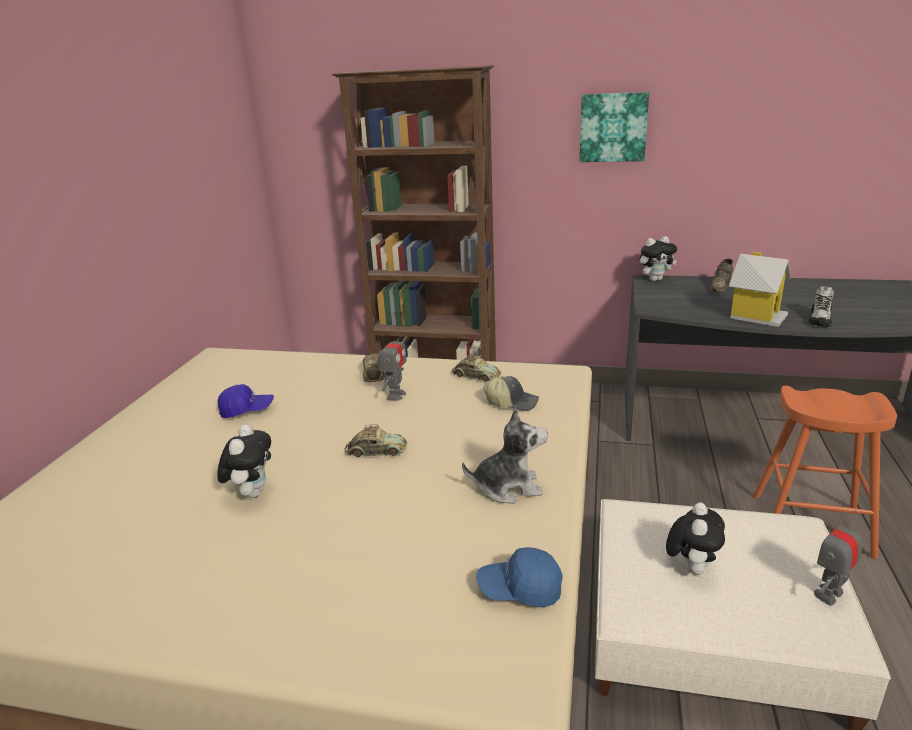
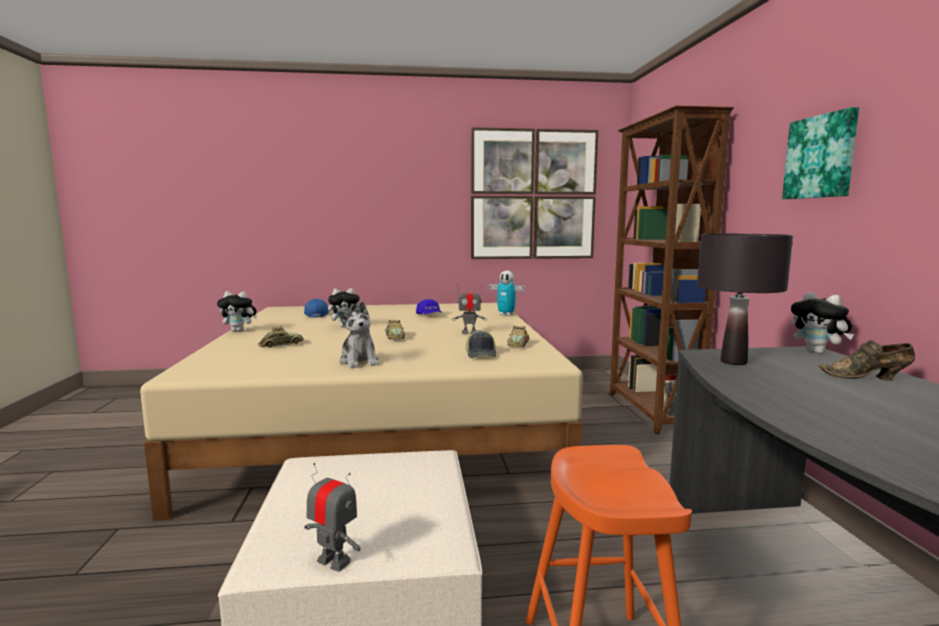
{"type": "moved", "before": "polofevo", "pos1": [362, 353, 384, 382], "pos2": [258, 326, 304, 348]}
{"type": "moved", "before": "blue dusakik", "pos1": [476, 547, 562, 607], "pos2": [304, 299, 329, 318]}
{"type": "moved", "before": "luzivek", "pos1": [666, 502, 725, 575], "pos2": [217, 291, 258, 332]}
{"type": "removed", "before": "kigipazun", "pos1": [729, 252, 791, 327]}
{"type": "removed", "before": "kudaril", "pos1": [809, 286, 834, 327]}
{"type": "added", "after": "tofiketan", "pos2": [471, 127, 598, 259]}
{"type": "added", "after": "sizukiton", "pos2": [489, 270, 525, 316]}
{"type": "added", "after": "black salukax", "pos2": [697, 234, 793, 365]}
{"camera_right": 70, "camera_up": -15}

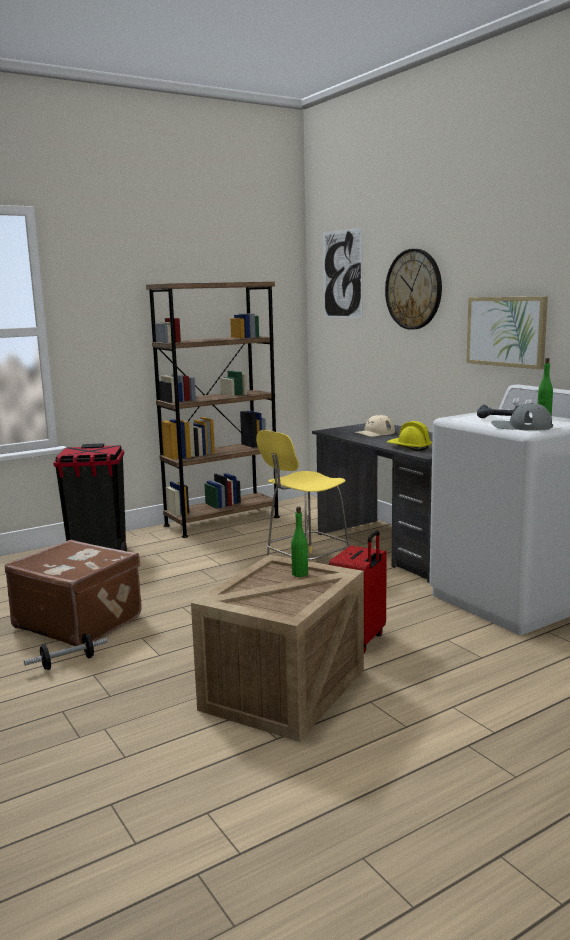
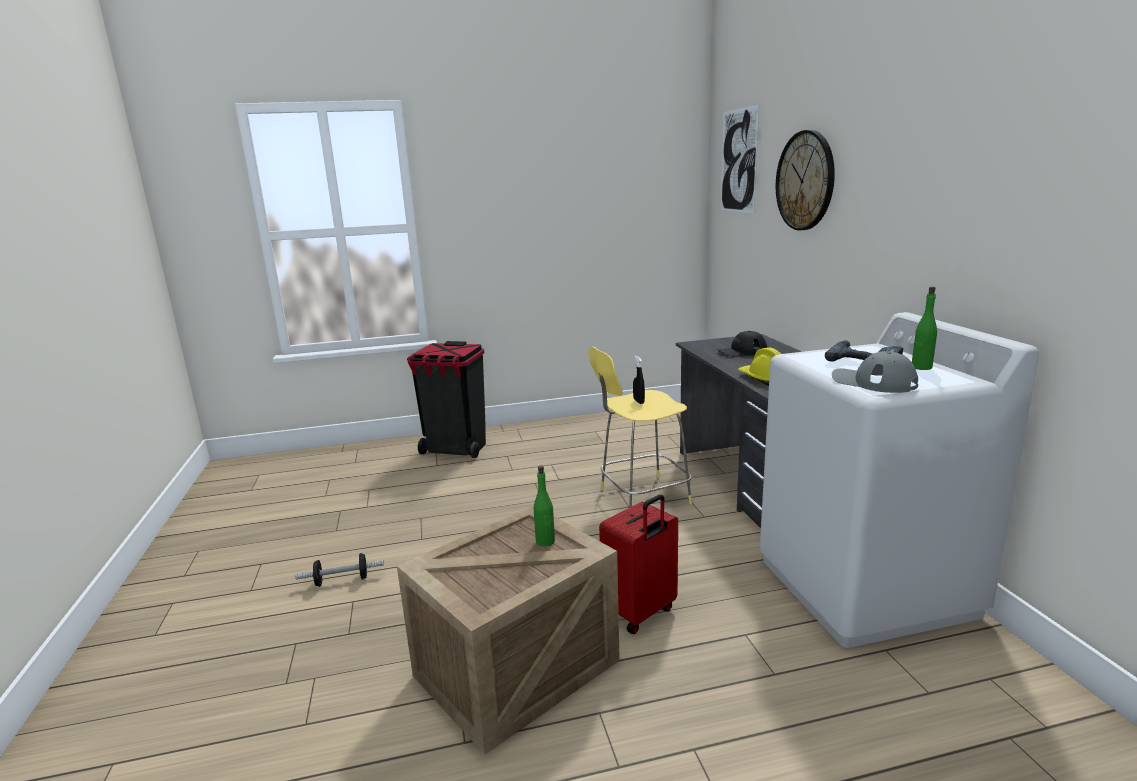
{"type": "removed", "before": "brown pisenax", "pos1": [5, 540, 141, 646]}
{"type": "removed", "before": "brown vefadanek", "pos1": [146, 282, 280, 538]}
{"type": "recoloured", "before": "beige dusakik", "after": "black dusakik", "pos1": [354, 415, 395, 437], "pos2": [717, 331, 767, 357]}
{"type": "removed", "before": "tofiketan", "pos1": [466, 296, 548, 369]}
{"type": "added", "after": "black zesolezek", "pos2": [633, 356, 645, 404]}
{"camera_right": 20, "camera_up": 5}

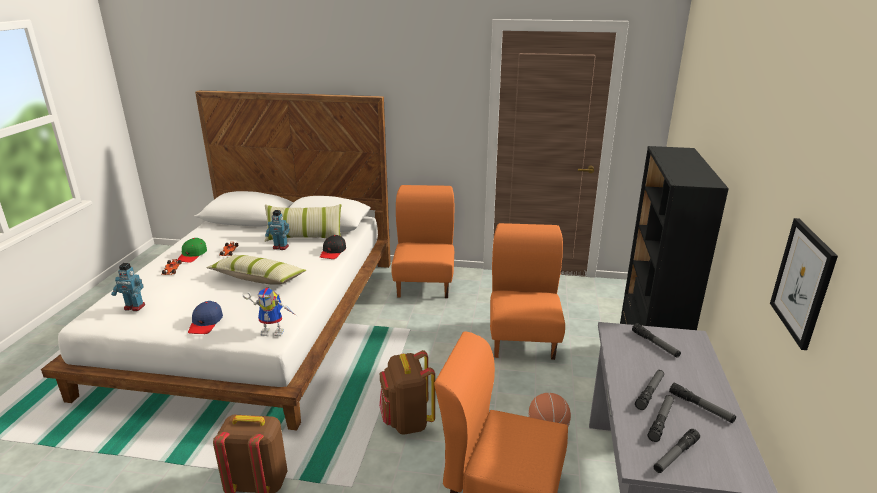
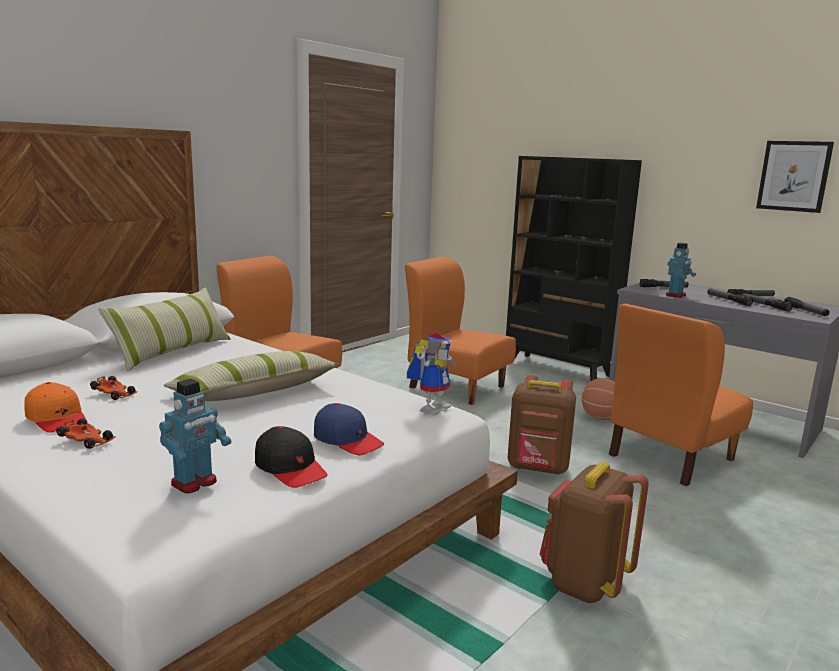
{"type": "recoloured", "before": "green dusakik", "after": "orange dusakik", "pos1": [177, 238, 207, 263], "pos2": [24, 382, 86, 433]}
{"type": "moved", "before": "sizukiton", "pos1": [265, 210, 290, 250], "pos2": [666, 242, 696, 298]}
{"type": "moved", "before": "black dusakik", "pos1": [320, 235, 346, 259], "pos2": [255, 426, 328, 488]}
{"camera_right": -60, "camera_up": -10}

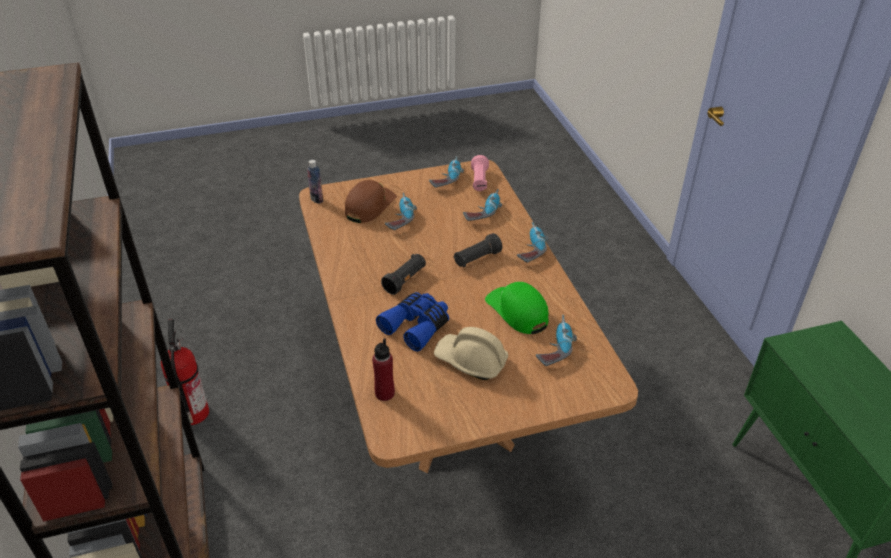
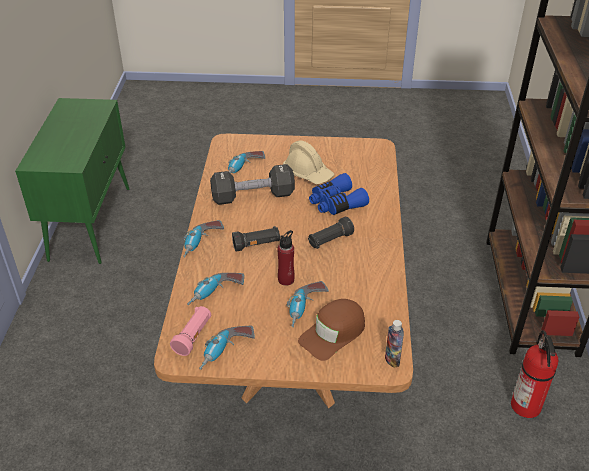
{"type": "moved", "before": "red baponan", "pos1": [372, 338, 395, 401], "pos2": [277, 230, 294, 286]}
{"type": "replaced", "before": "green dusakik", "after": "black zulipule", "pos1": [485, 282, 548, 334], "pos2": [210, 164, 295, 205]}
{"camera_right": -160, "camera_up": 0}

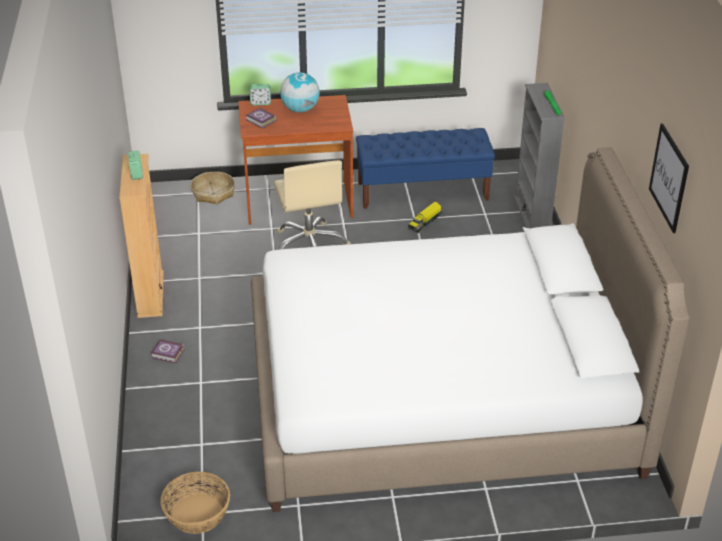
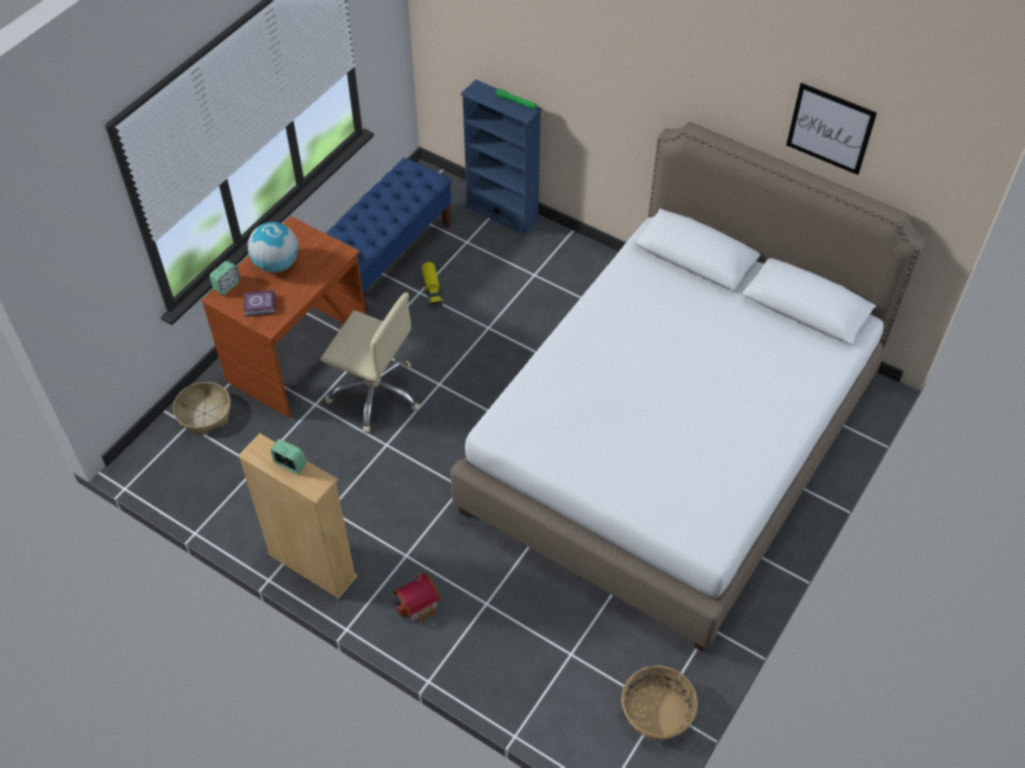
{"type": "replaced", "before": "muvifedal", "after": "kigipazun", "pos1": [151, 339, 185, 363], "pos2": [393, 573, 441, 625]}
{"type": "recoloured", "before": "grey vefadanek", "after": "blue vefadanek", "pos1": [514, 83, 565, 228], "pos2": [461, 79, 542, 235]}
{"camera_right": -50, "camera_up": 15}

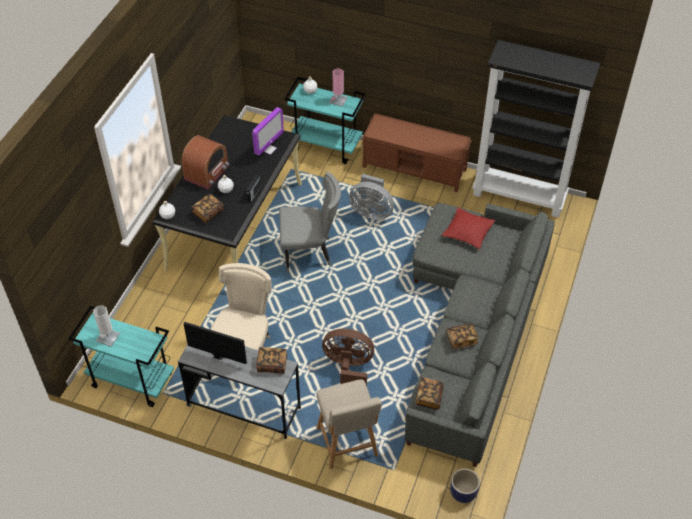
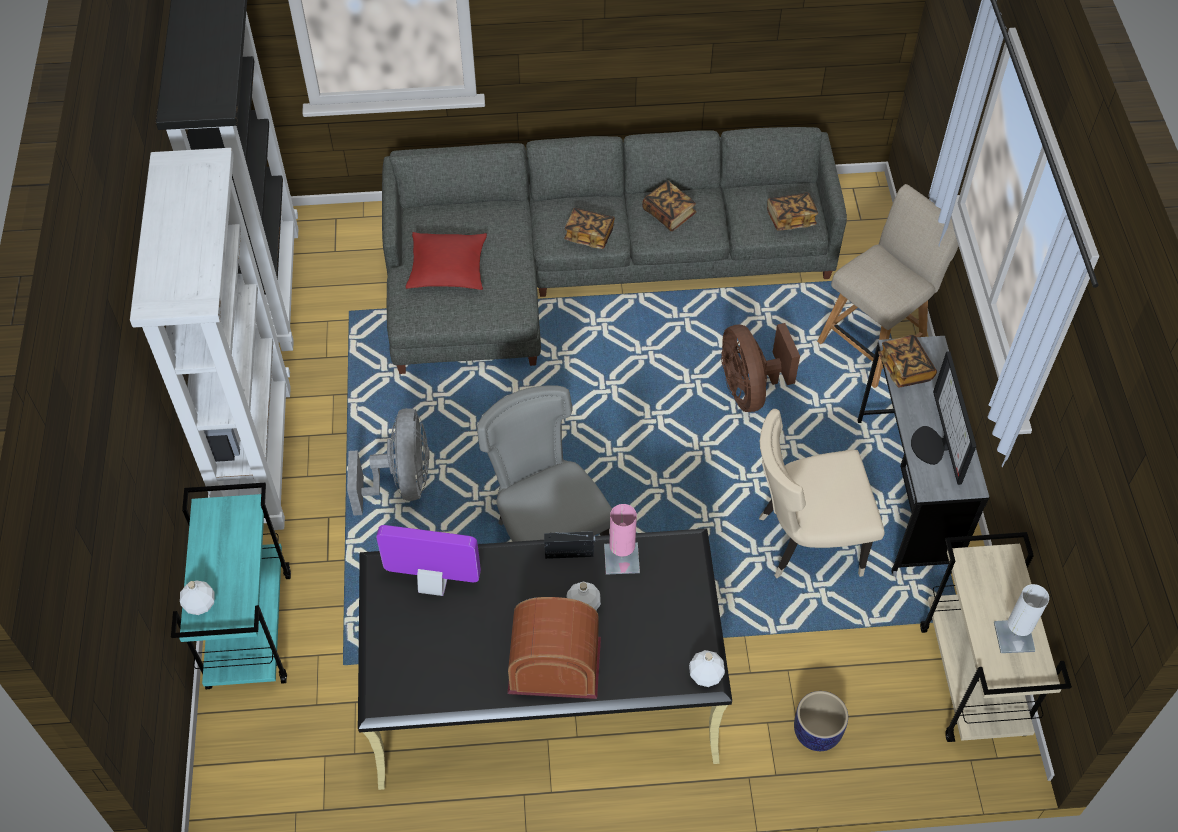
{"type": "recoloured", "before": "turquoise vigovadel", "after": "beige vigovadel", "pos1": [68, 306, 174, 407], "pos2": [920, 532, 1072, 742]}
{"type": "moved", "before": "muvifedal", "pos1": [192, 194, 224, 223], "pos2": [564, 208, 615, 249]}
{"type": "moved", "before": "pink salukax", "pos1": [329, 69, 348, 106], "pos2": [604, 504, 640, 575]}
{"type": "replaced", "before": "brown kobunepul", "after": "white vefadanek", "pos1": [362, 113, 472, 192], "pos2": [130, 148, 291, 530]}
{"type": "moved", "before": "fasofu", "pos1": [450, 469, 480, 503], "pos2": [794, 691, 848, 751]}
{"camera_right": -115, "camera_up": 5}

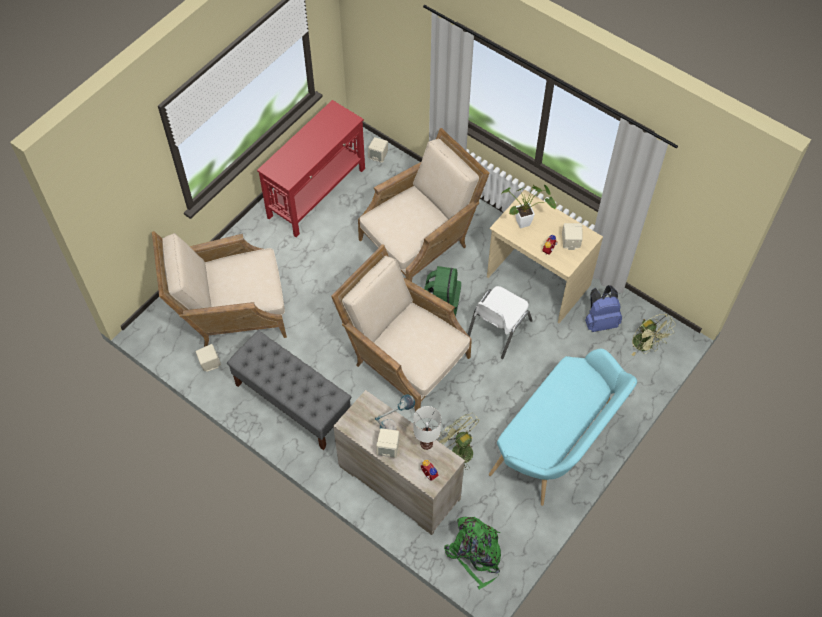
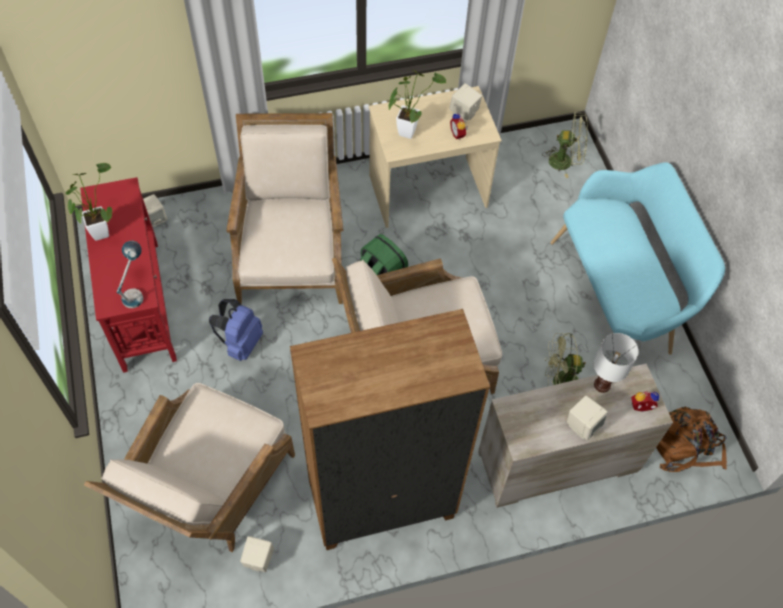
{"type": "replaced", "before": "grey kobunepul", "after": "brown vefadanek", "pos1": [227, 330, 351, 450], "pos2": [290, 309, 490, 550]}
{"type": "moved", "before": "salukax", "pos1": [375, 395, 415, 430], "pos2": [117, 241, 143, 308]}
{"type": "recoloured", "before": "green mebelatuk", "after": "brown mebelatuk", "pos1": [444, 517, 501, 590], "pos2": [656, 406, 727, 472]}
{"type": "removed", "before": "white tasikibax", "pos1": [468, 286, 533, 359]}
{"type": "moved", "before": "blue mebelatuk", "pos1": [585, 285, 622, 332], "pos2": [209, 299, 263, 361]}
{"type": "added", "after": "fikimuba", "pos2": [66, 163, 112, 241]}
{"camera_right": -55, "camera_up": 0}

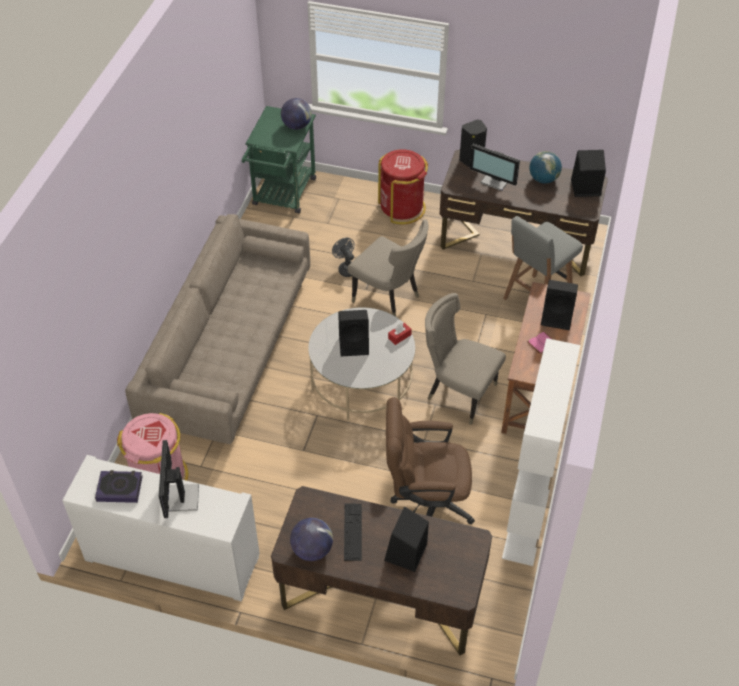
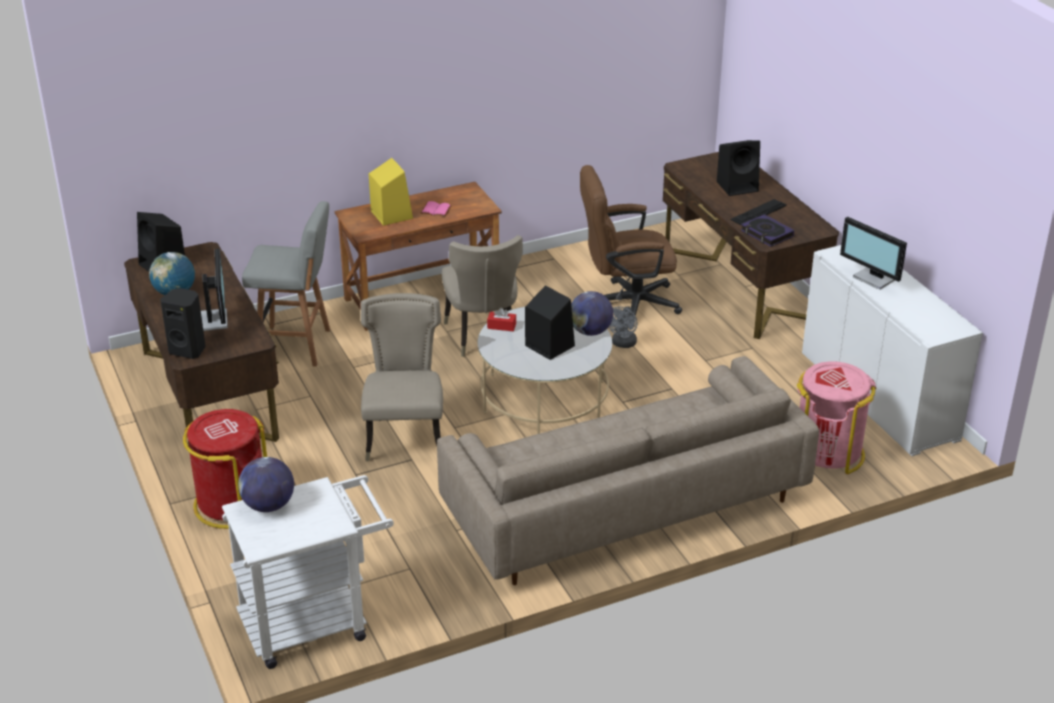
{"type": "moved", "before": "muvifedal", "pos1": [95, 470, 143, 503], "pos2": [741, 214, 794, 247]}
{"type": "turned", "before": "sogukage", "pos1": [158, 440, 199, 518], "pos2": [840, 217, 907, 290], "turn": 90}
{"type": "recoloured", "before": "green vigovadel", "after": "white vigovadel", "pos1": [242, 106, 316, 214], "pos2": [222, 475, 394, 669]}
{"type": "moved", "before": "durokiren", "pos1": [290, 518, 333, 561], "pos2": [571, 291, 613, 336]}
{"type": "moved", "before": "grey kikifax", "pos1": [332, 238, 355, 277], "pos2": [608, 306, 637, 348]}
{"type": "turned", "before": "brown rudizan", "pos1": [386, 397, 475, 525], "pos2": [580, 165, 682, 320], "turn": 120}
{"type": "removed", "before": "white vefadanek", "pos1": [502, 338, 580, 566]}
{"type": "recoloured", "before": "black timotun", "after": "yellow timotun", "pos1": [541, 280, 578, 330], "pos2": [369, 158, 413, 226]}
{"camera_right": -130, "camera_up": -15}

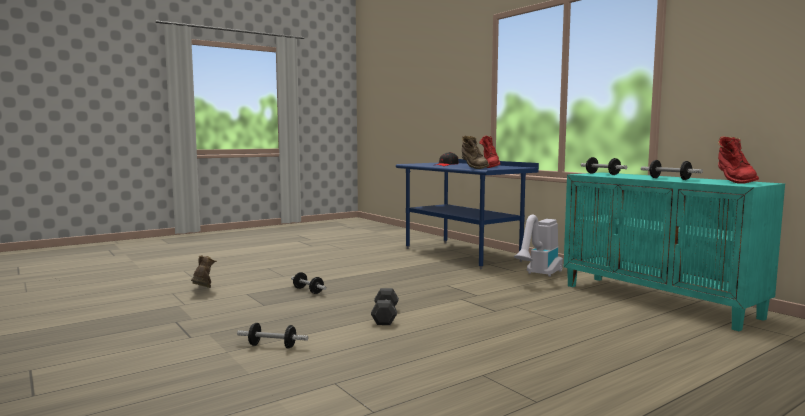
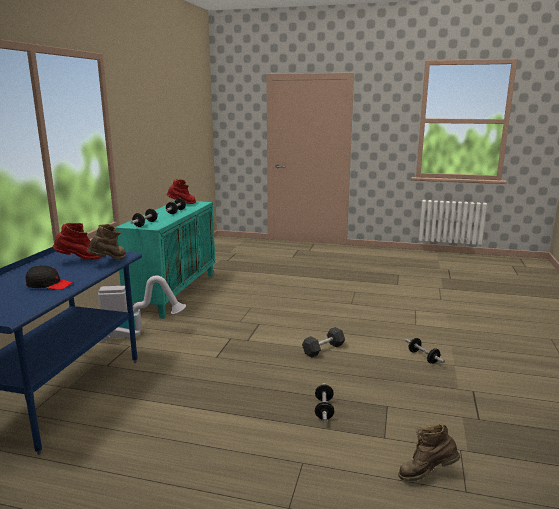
{"type": "turned", "before": "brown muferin", "pos1": [191, 255, 217, 288], "pos2": [398, 423, 460, 481], "turn": 45}
{"camera_right": -130, "camera_up": 10}

